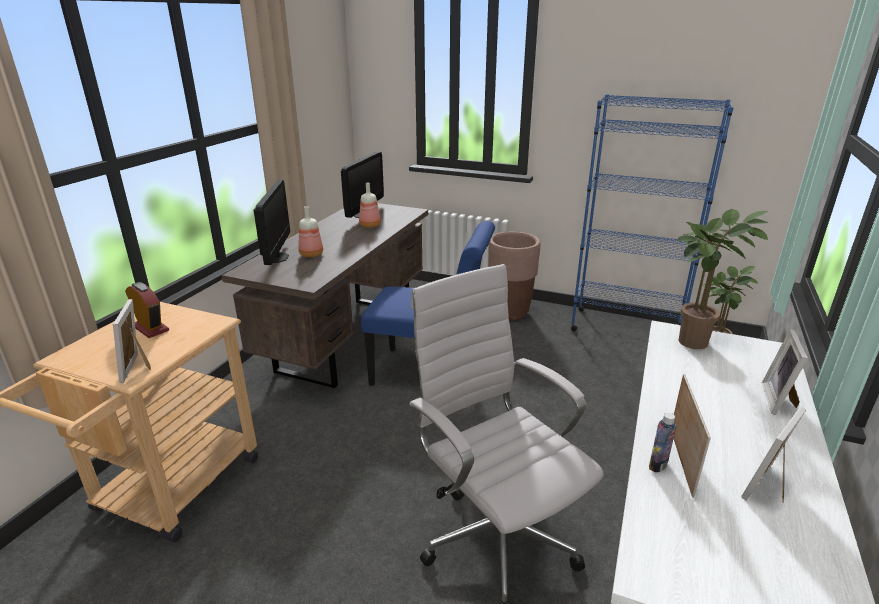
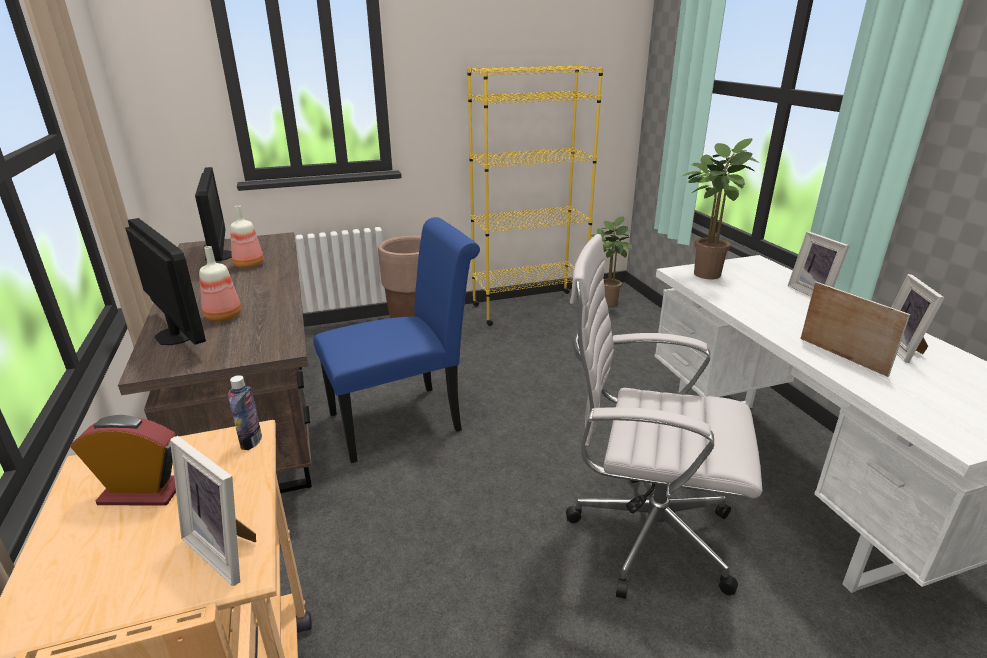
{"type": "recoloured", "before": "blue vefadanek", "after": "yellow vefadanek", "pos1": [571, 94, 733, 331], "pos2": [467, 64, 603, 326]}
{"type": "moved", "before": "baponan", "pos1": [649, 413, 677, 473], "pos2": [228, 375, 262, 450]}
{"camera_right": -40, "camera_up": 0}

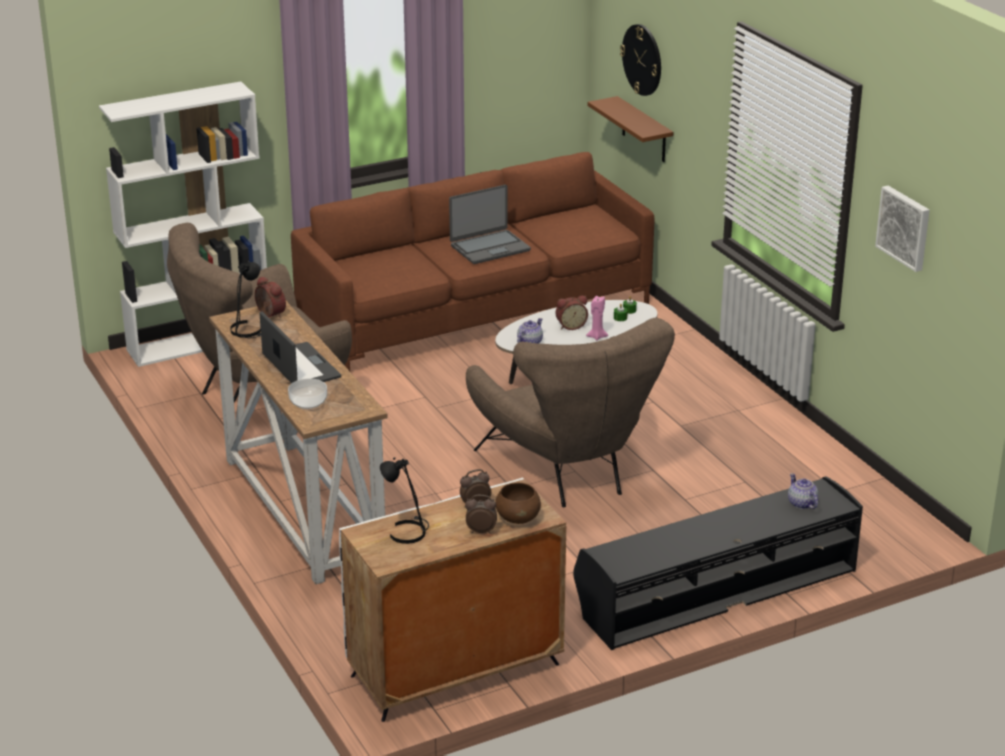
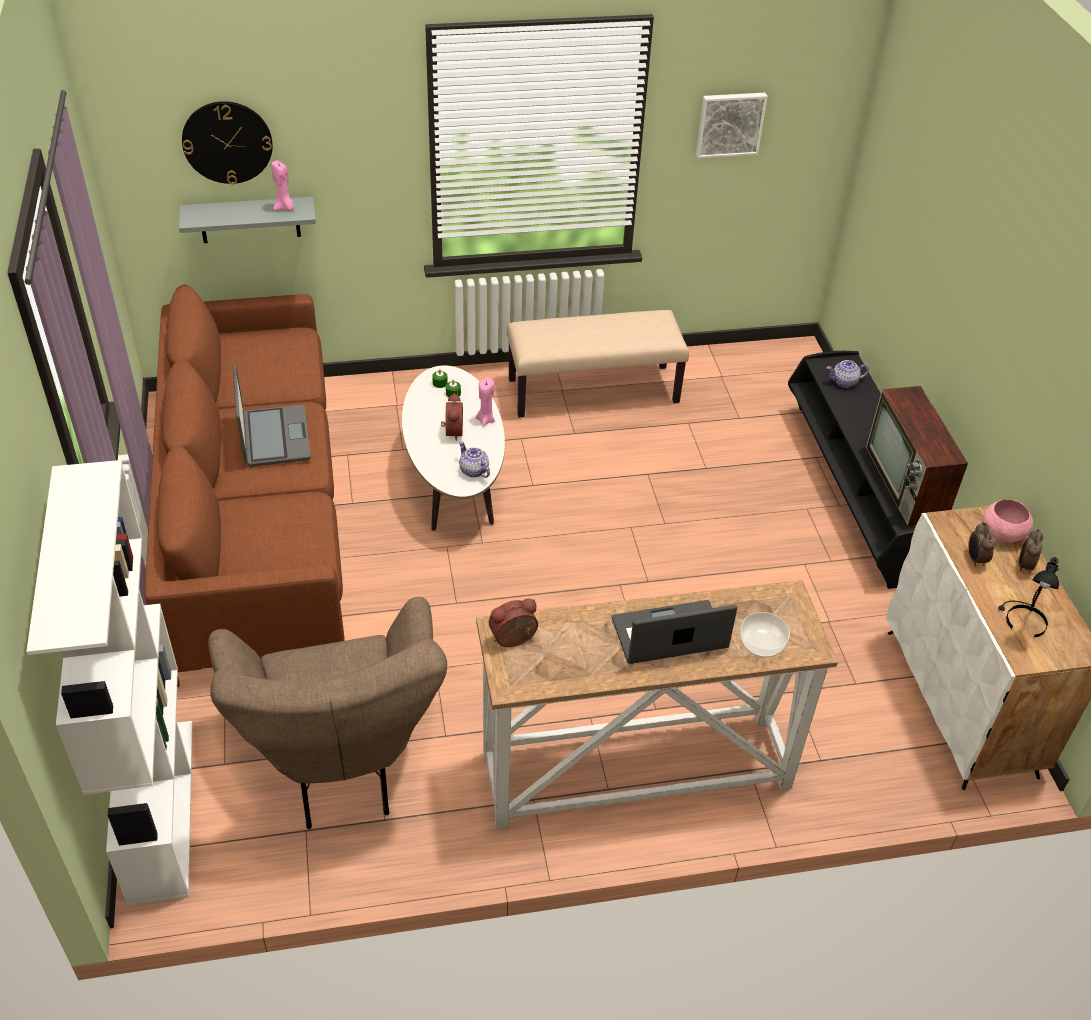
{"type": "removed", "before": "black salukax", "pos1": [230, 261, 261, 338]}
{"type": "removed", "before": "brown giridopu", "pos1": [466, 317, 675, 507]}
{"type": "recoloured", "before": "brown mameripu", "after": "pink mameripu", "pos1": [495, 483, 541, 524], "pos2": [983, 499, 1033, 543]}
{"type": "recoloured", "before": "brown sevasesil", "after": "grey sevasesil", "pos1": [588, 96, 673, 162], "pos2": [179, 197, 316, 243]}
{"type": "added", "after": "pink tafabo", "pos2": [271, 160, 294, 211]}
{"type": "added", "after": "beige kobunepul", "pos2": [507, 310, 689, 418]}
{"type": "added", "after": "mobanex", "pos2": [866, 386, 968, 526]}
{"camera_right": -75, "camera_up": 15}

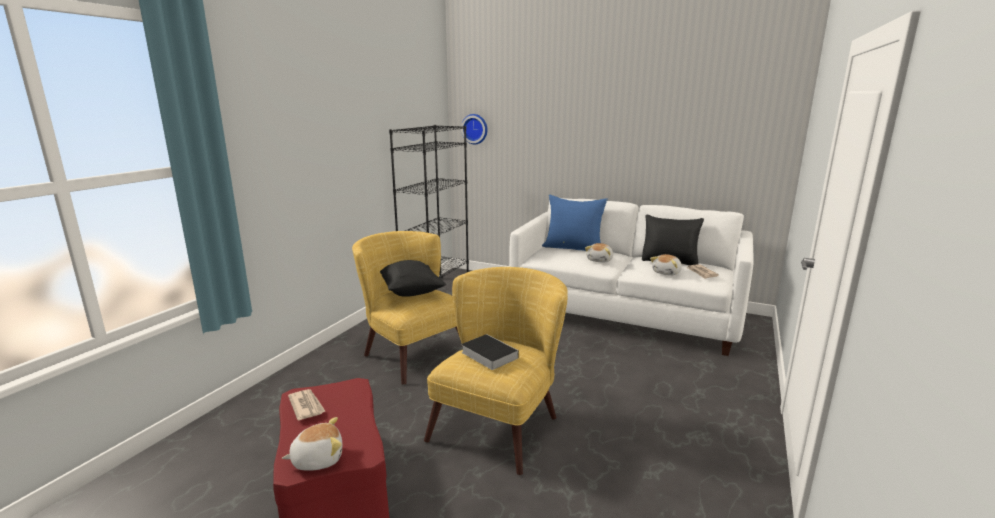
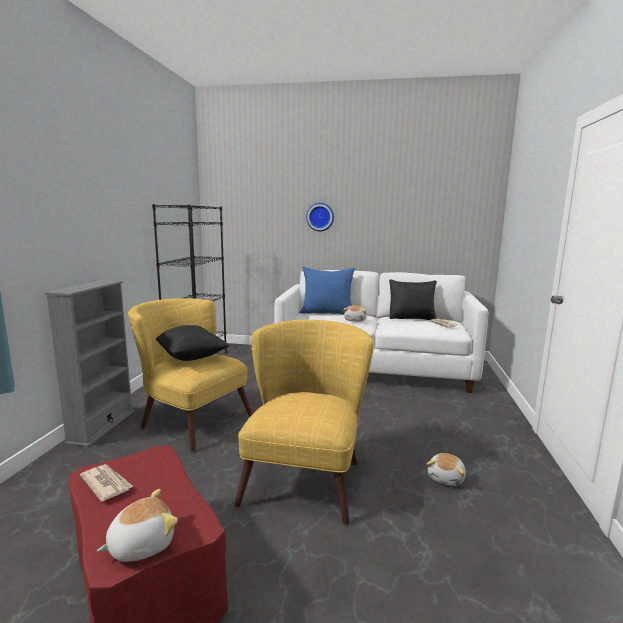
{"type": "moved", "before": "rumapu", "pos1": [461, 114, 487, 145], "pos2": [306, 203, 334, 232]}
{"type": "removed", "before": "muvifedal", "pos1": [461, 334, 519, 370]}
{"type": "moved", "before": "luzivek", "pos1": [650, 254, 682, 276], "pos2": [427, 453, 466, 486]}
{"type": "added", "after": "grey vefadanek", "pos2": [45, 280, 134, 447]}
{"camera_right": -15, "camera_up": -5}

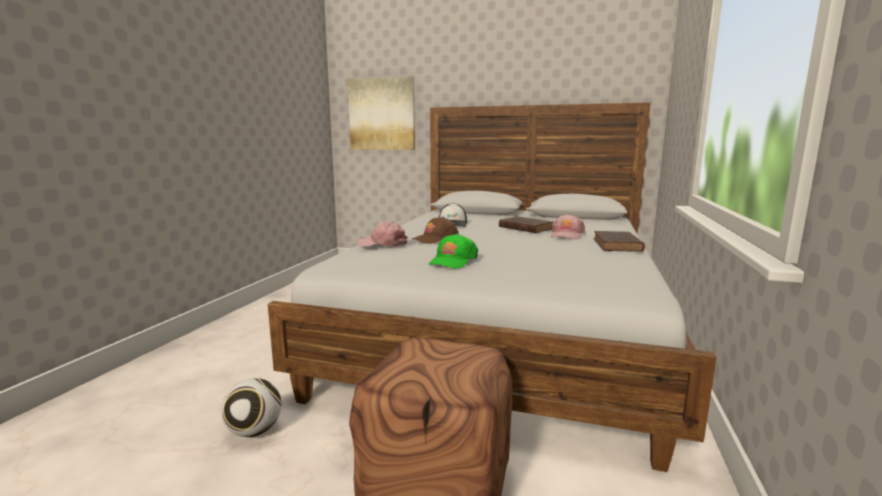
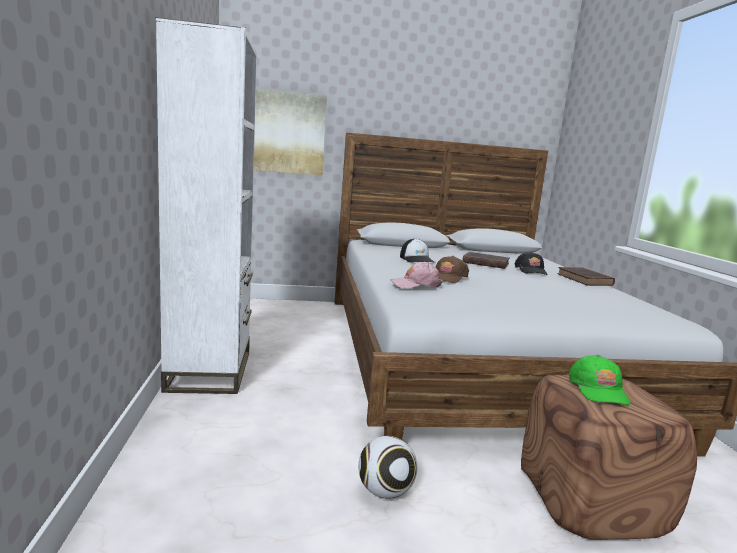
{"type": "moved", "before": "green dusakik", "pos1": [429, 234, 478, 268], "pos2": [569, 355, 630, 405]}
{"type": "recoloured", "before": "pink dusakik", "after": "black dusakik", "pos1": [551, 214, 585, 240], "pos2": [515, 251, 548, 275]}
{"type": "added", "after": "white vefadanek", "pos2": [156, 17, 257, 394]}
{"camera_right": -25, "camera_up": 0}

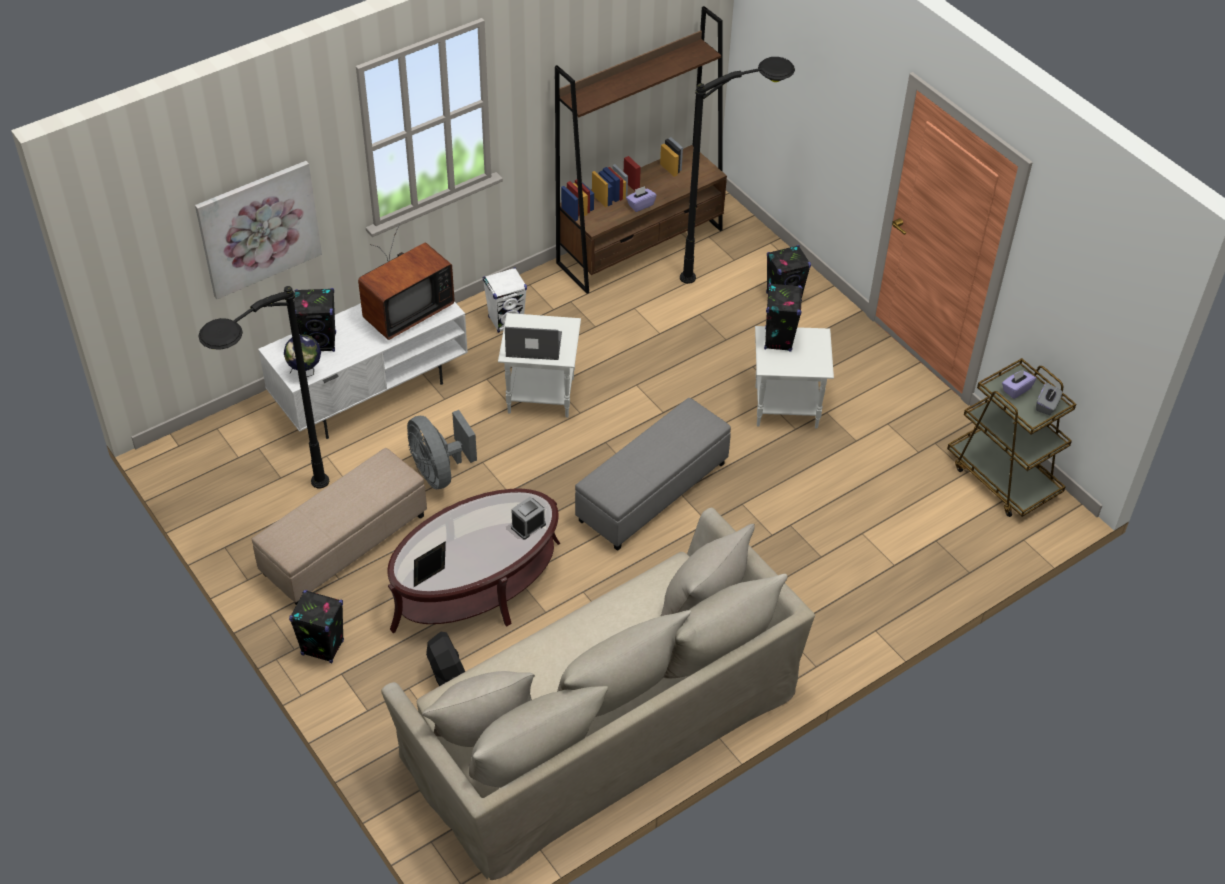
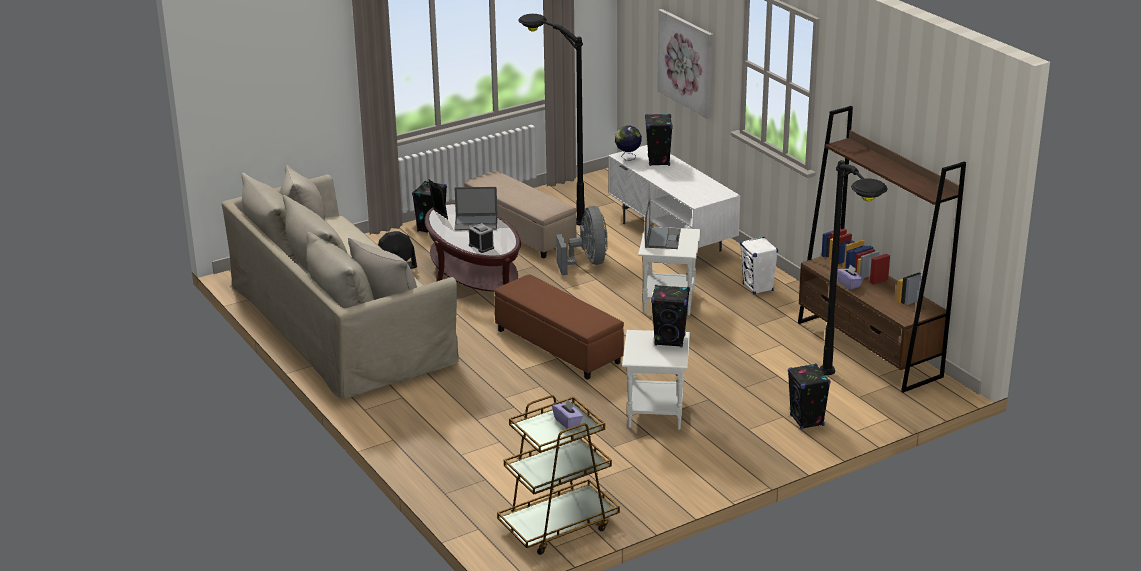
{"type": "removed", "before": "mobanex", "pos1": [358, 224, 455, 340]}
{"type": "turned", "before": "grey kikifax", "pos1": [407, 410, 477, 489], "pos2": [556, 206, 608, 275], "turn": 105}
{"type": "recoloured", "before": "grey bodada", "after": "brown bodada", "pos1": [575, 398, 731, 551], "pos2": [494, 274, 624, 380]}
{"type": "removed", "before": "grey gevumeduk", "pos1": [1036, 382, 1063, 415]}
{"type": "added", "after": "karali", "pos2": [454, 187, 498, 230]}
{"camera_right": 95, "camera_up": -20}

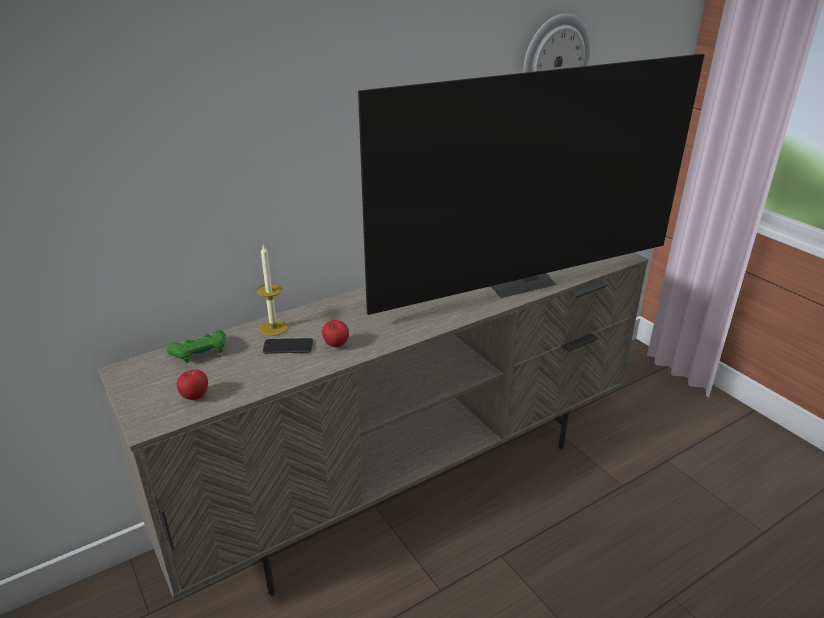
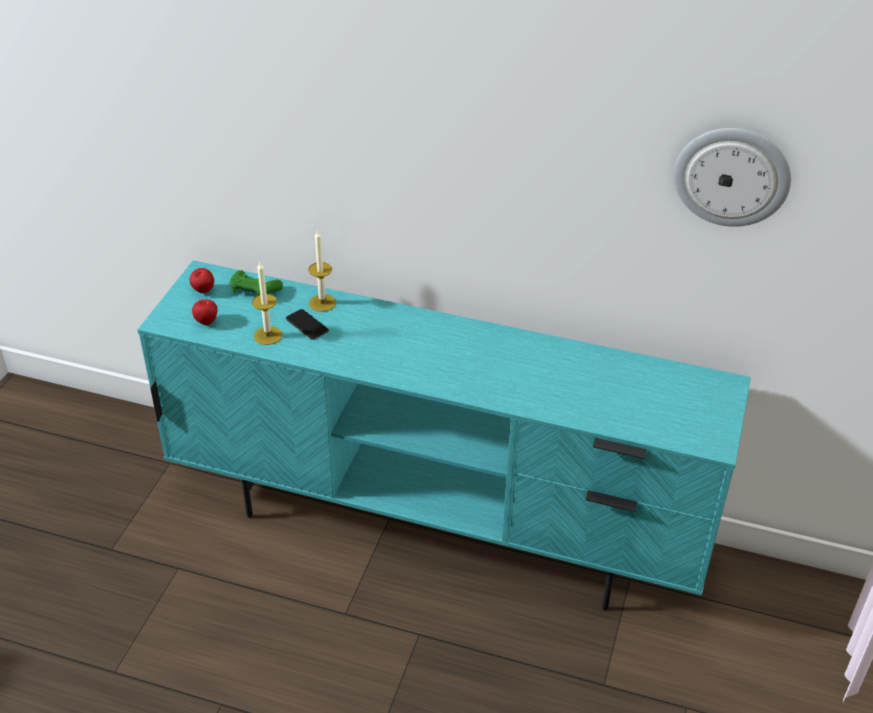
{"type": "recoloured", "before": "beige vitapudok", "after": "turquoise vitapudok", "pos1": [97, 252, 648, 599], "pos2": [137, 260, 751, 610]}
{"type": "moved", "before": "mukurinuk", "pos1": [322, 320, 349, 347], "pos2": [190, 268, 214, 293]}
{"type": "removed", "before": "mobanex", "pos1": [358, 54, 705, 315]}
{"type": "added", "after": "tafabo", "pos2": [252, 262, 282, 345]}
{"camera_right": 50, "camera_up": 10}

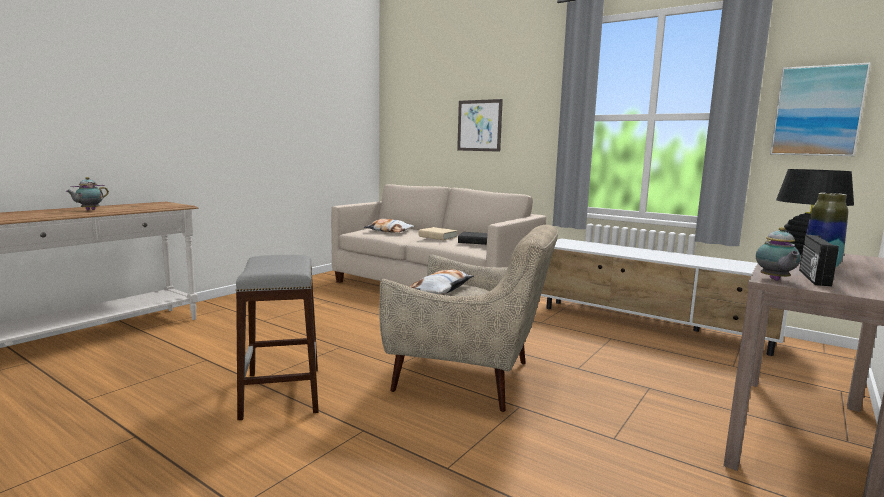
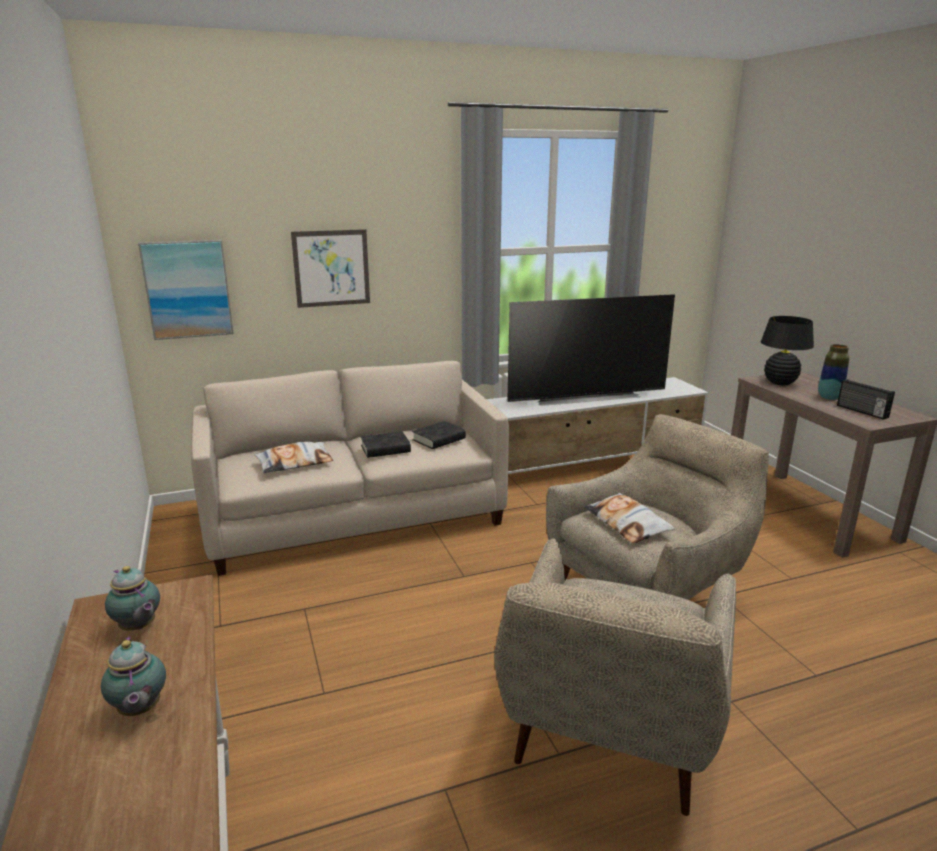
{"type": "replaced", "before": "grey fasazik", "after": "beige giridopu", "pos1": [236, 255, 318, 420], "pos2": [494, 538, 736, 816]}
{"type": "recoloured", "before": "beige muvifedal", "after": "black muvifedal", "pos1": [418, 227, 457, 240], "pos2": [361, 431, 411, 458]}
{"type": "moved", "before": "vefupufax", "pos1": [756, 227, 801, 281], "pos2": [105, 566, 160, 630]}
{"type": "moved", "before": "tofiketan", "pos1": [770, 63, 871, 156], "pos2": [138, 240, 234, 340]}
{"type": "added", "after": "mobanex", "pos2": [507, 294, 675, 406]}
{"camera_right": -55, "camera_up": 10}

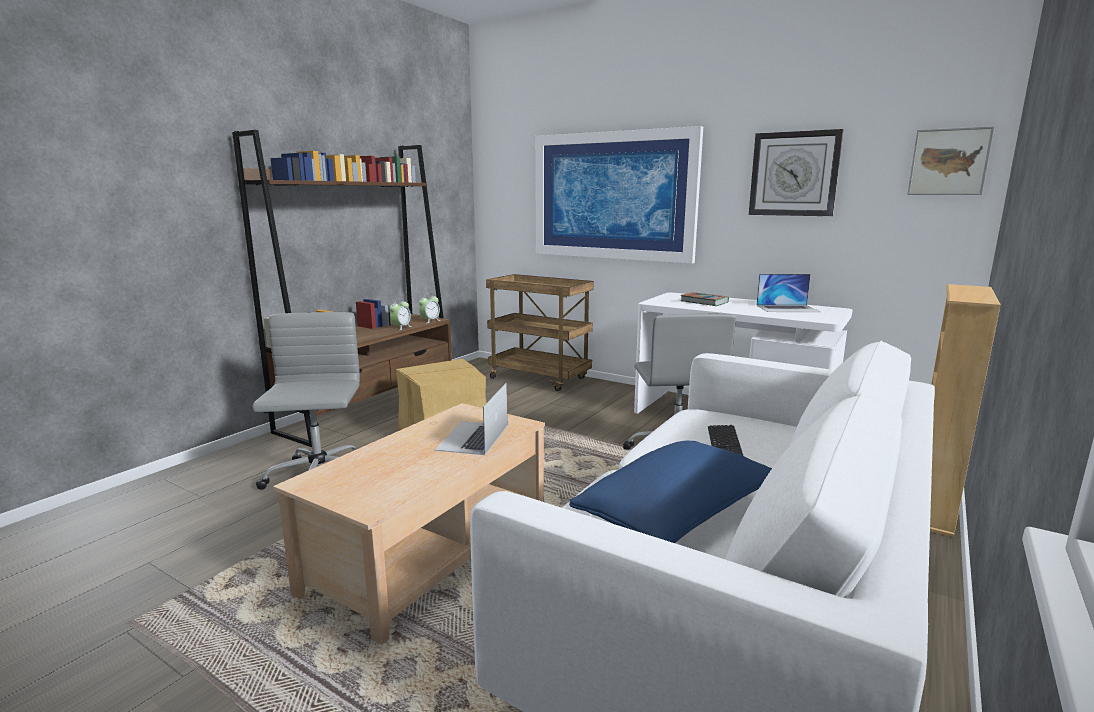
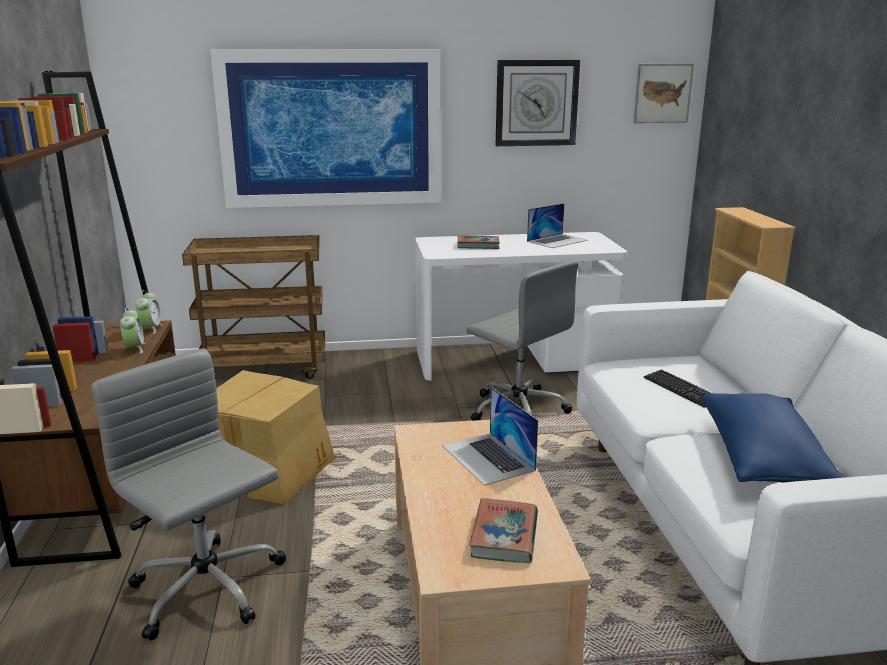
{"type": "added", "after": "muvifedal", "pos2": [469, 498, 538, 563]}
{"camera_right": -40, "camera_up": 5}

